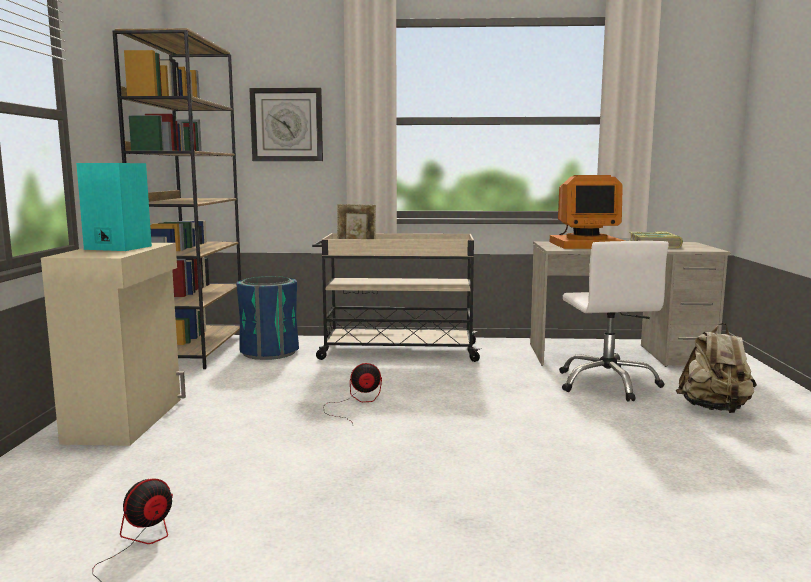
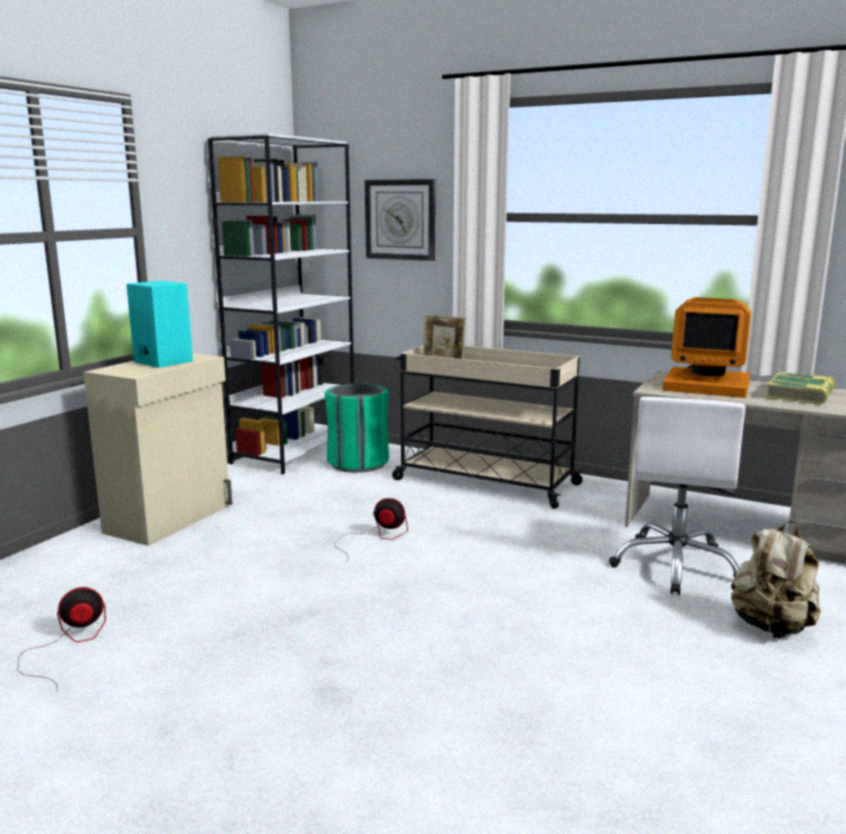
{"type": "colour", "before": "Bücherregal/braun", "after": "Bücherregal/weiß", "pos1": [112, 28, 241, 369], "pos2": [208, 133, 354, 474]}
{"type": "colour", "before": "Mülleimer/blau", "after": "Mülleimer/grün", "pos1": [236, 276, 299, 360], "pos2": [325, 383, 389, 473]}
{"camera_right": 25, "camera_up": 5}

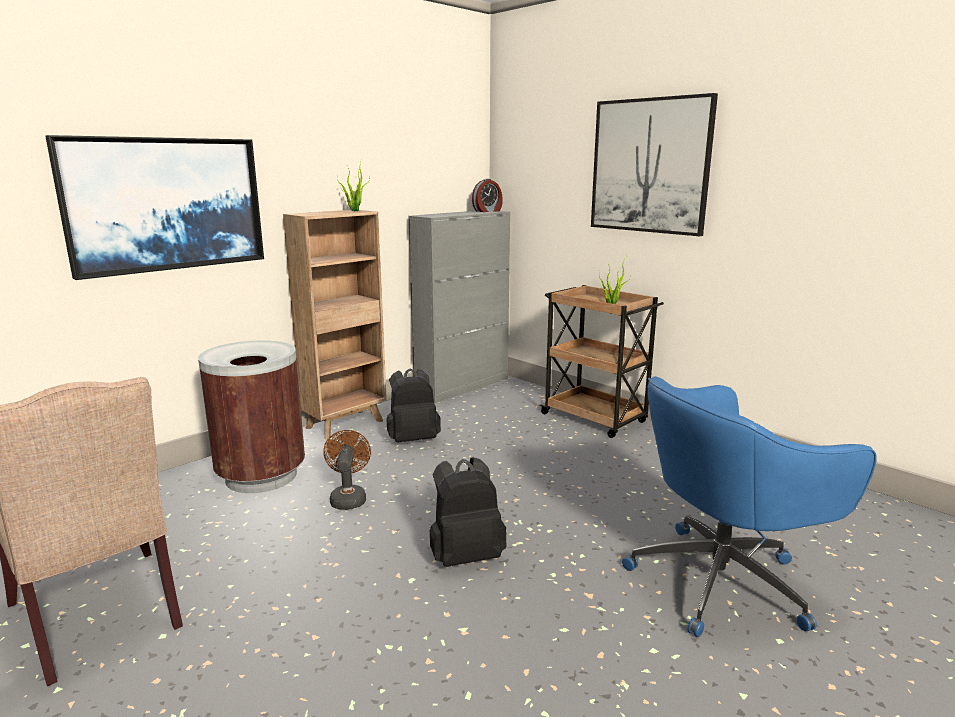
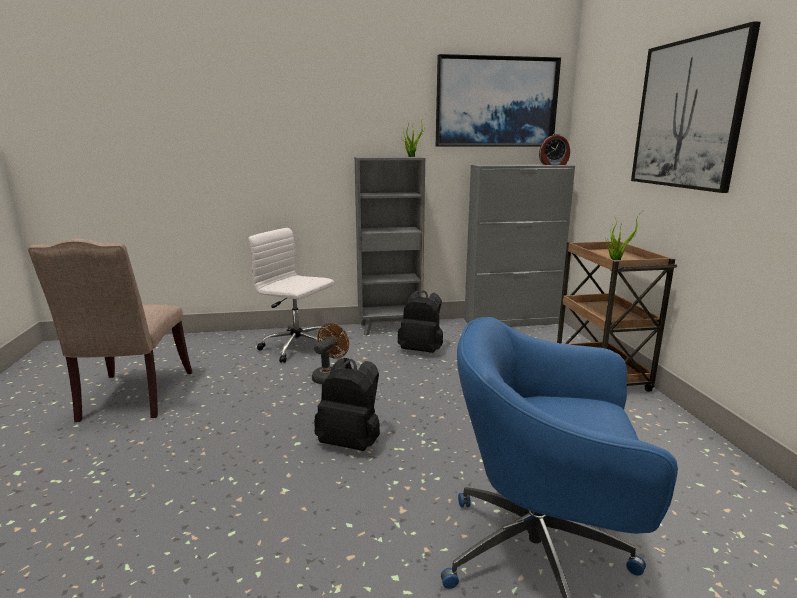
{"type": "exchanged", "before": "Mülleimer/braun", "after": "Bürostuhl/weiß", "pos1": [198, 340, 305, 493], "pos2": [249, 228, 334, 363]}
{"type": "colour", "before": "Bücherregal/braun", "after": "Bücherregal/grau", "pos1": [283, 210, 387, 440], "pos2": [355, 157, 425, 336]}
{"type": "relocated", "before": "Bild", "pos1": [45, 135, 264, 280], "pos2": [436, 54, 561, 147]}
{"camera_right": 35, "camera_up": 0}

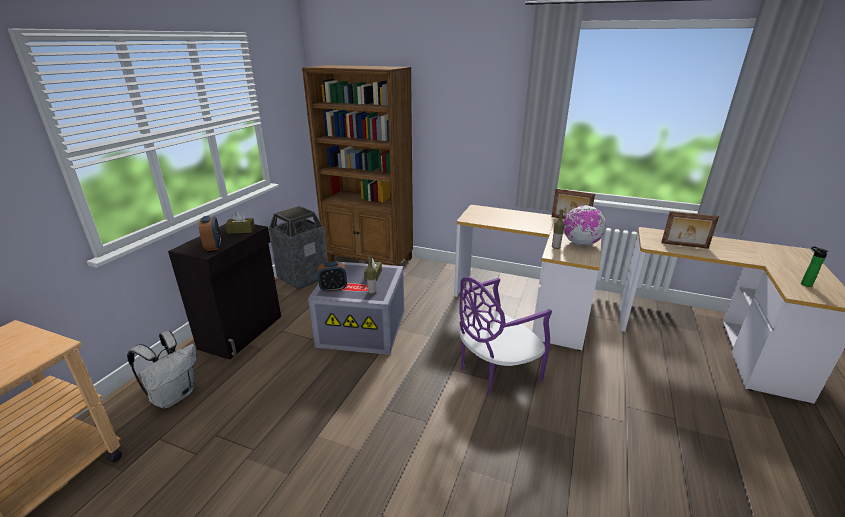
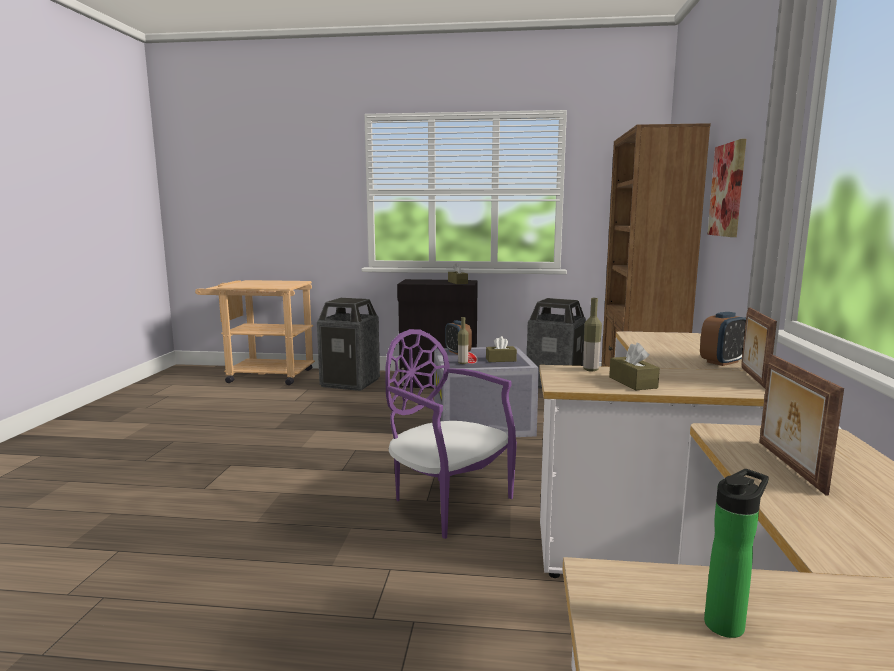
{"type": "exchanged", "before": "Rucksack/weiß", "after": "Mülleimer", "pos1": [127, 331, 196, 408], "pos2": [317, 298, 380, 391]}
{"type": "exchanged", "before": "Globus", "after": "Taschentuchbox/braun", "pos1": [564, 205, 606, 246], "pos2": [609, 342, 660, 390]}
{"type": "relocated", "before": "Wecker", "pos1": [199, 216, 221, 251], "pos2": [700, 312, 746, 366]}
{"type": "appeared", "after": "Bild", "pos2": [707, 139, 746, 237]}
{"camera_right": 75, "camera_up": -15}

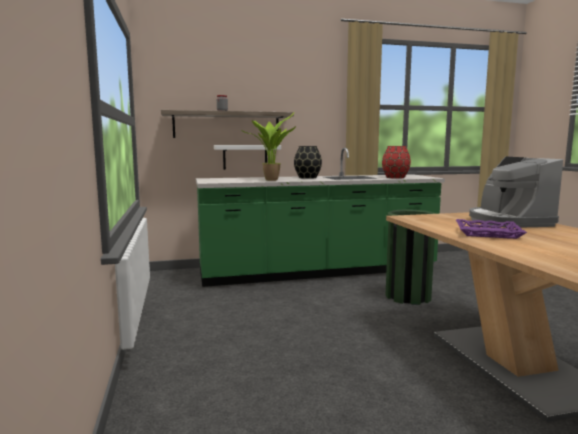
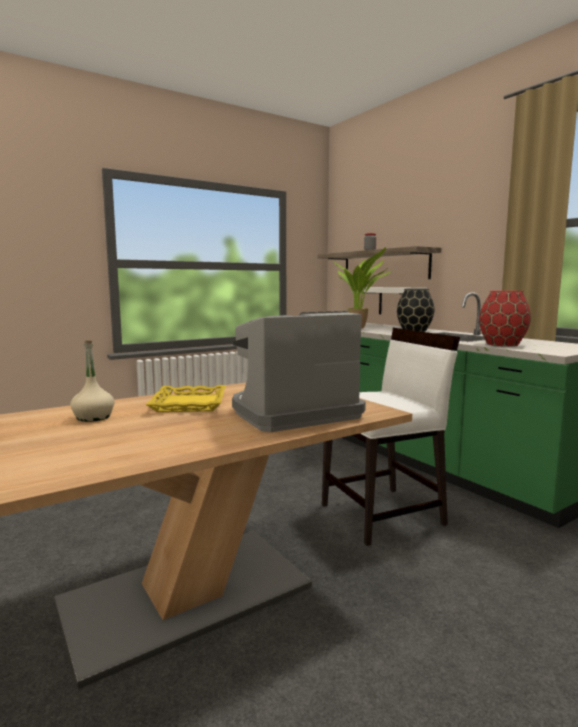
{"type": "appeared", "after": "Flasche/beige", "pos2": [70, 341, 115, 422]}
{"type": "colour", "before": "Tablett/lila", "after": "Tablett/gelb", "pos1": [456, 219, 527, 239], "pos2": [145, 385, 226, 412]}
{"type": "exchanged", "before": "Mülleimer/grün", "after": "Stuhl/weiß", "pos1": [385, 209, 436, 305], "pos2": [322, 328, 460, 546]}
{"camera_right": 70, "camera_up": 0}

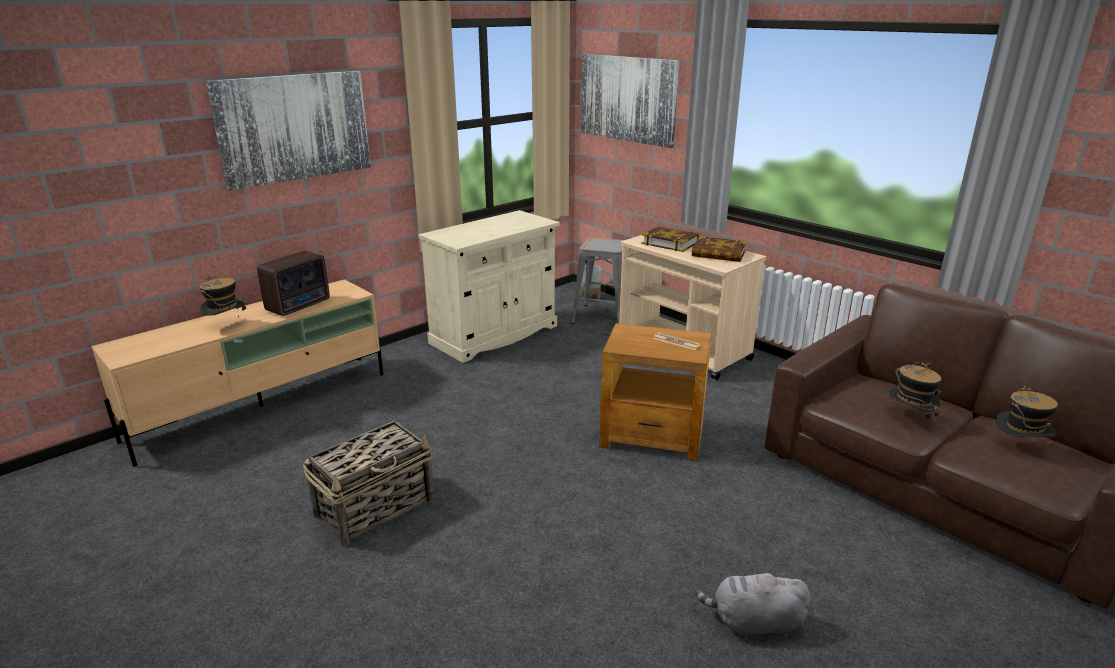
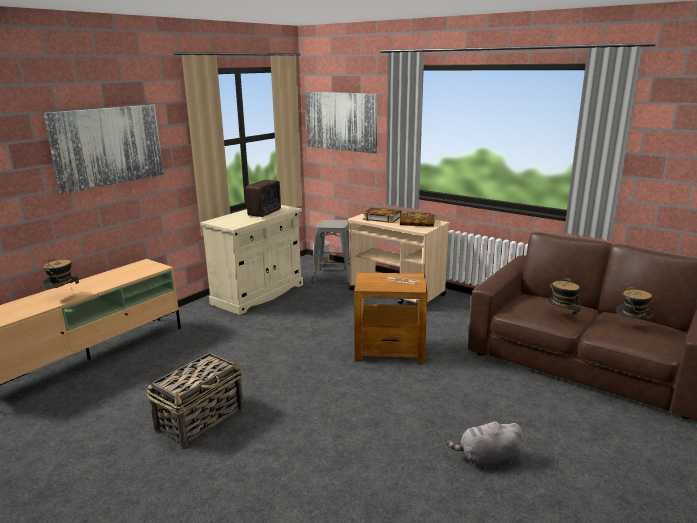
{"type": "relocated", "before": "Radio", "pos1": [257, 251, 330, 316], "pos2": [246, 180, 281, 217]}
{"camera_right": -10, "camera_up": -5}

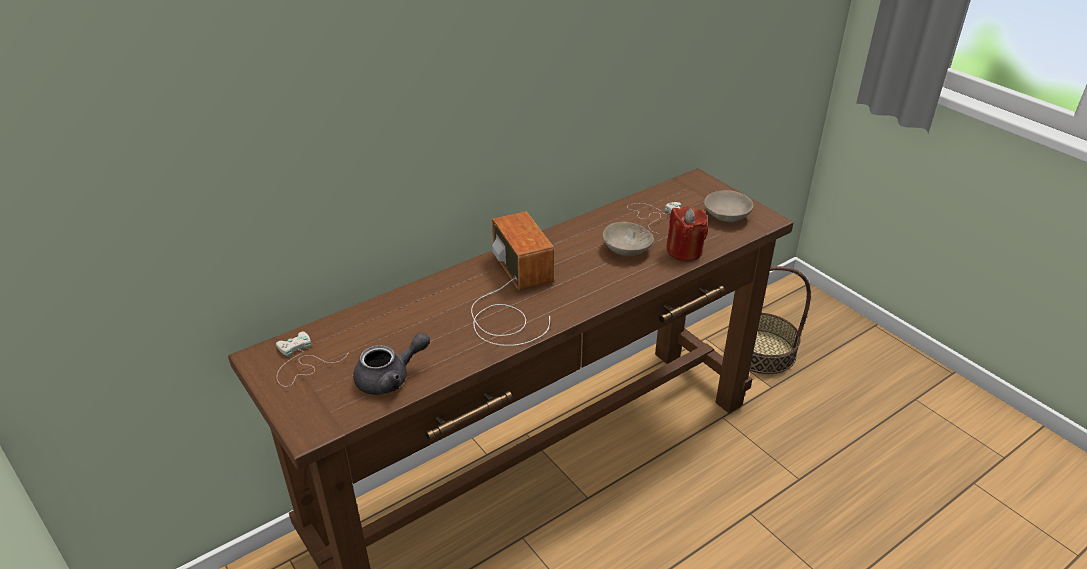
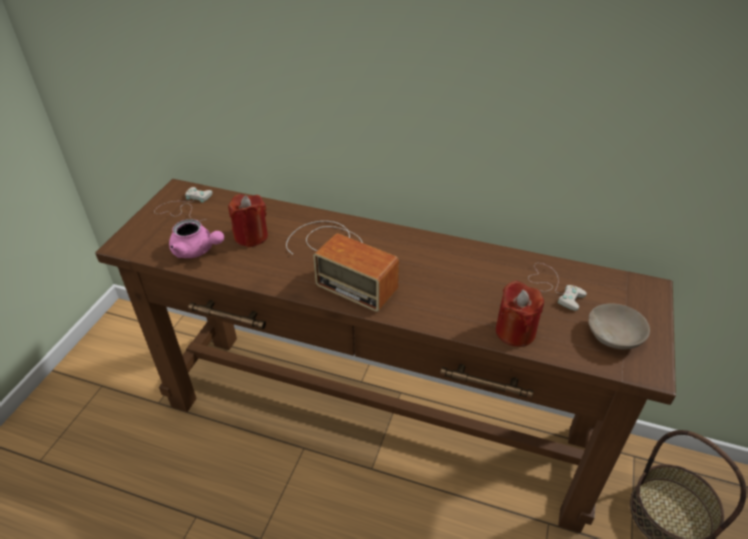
{"type": "colour", "before": "Teekanne/grau", "after": "Teekanne/rosa", "pos1": [353, 333, 430, 395], "pos2": [169, 219, 224, 258]}
{"type": "appeared", "after": "Kerze/rot", "pos2": [228, 194, 268, 247]}
{"type": "spun", "before": "Radio", "pos1": [471, 211, 554, 346], "pos2": [286, 221, 399, 312], "turn": 90}
{"type": "missing", "before": "Schüssel/beige", "pos1": [603, 222, 654, 256]}
{"camera_right": 55, "camera_up": 5}

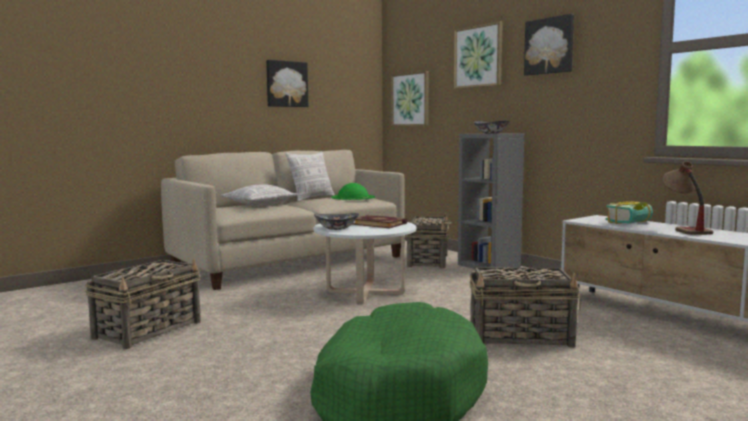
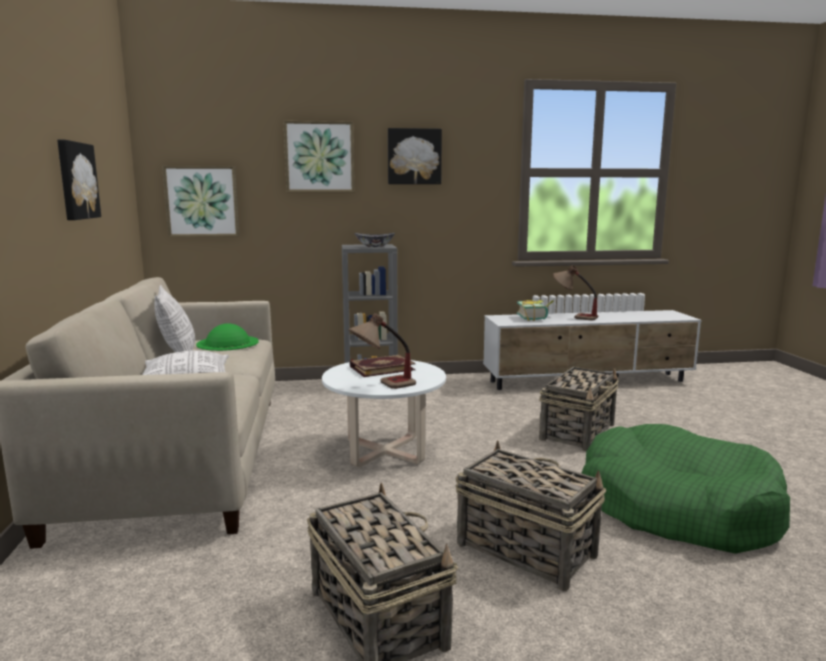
{"type": "exchanged", "before": "Schüssel", "after": "Tischlampe", "pos1": [314, 213, 359, 230], "pos2": [349, 313, 416, 389]}
{"type": "relocated", "before": "Korb", "pos1": [406, 213, 452, 268], "pos2": [456, 440, 606, 591]}
{"camera_right": -60, "camera_up": 5}

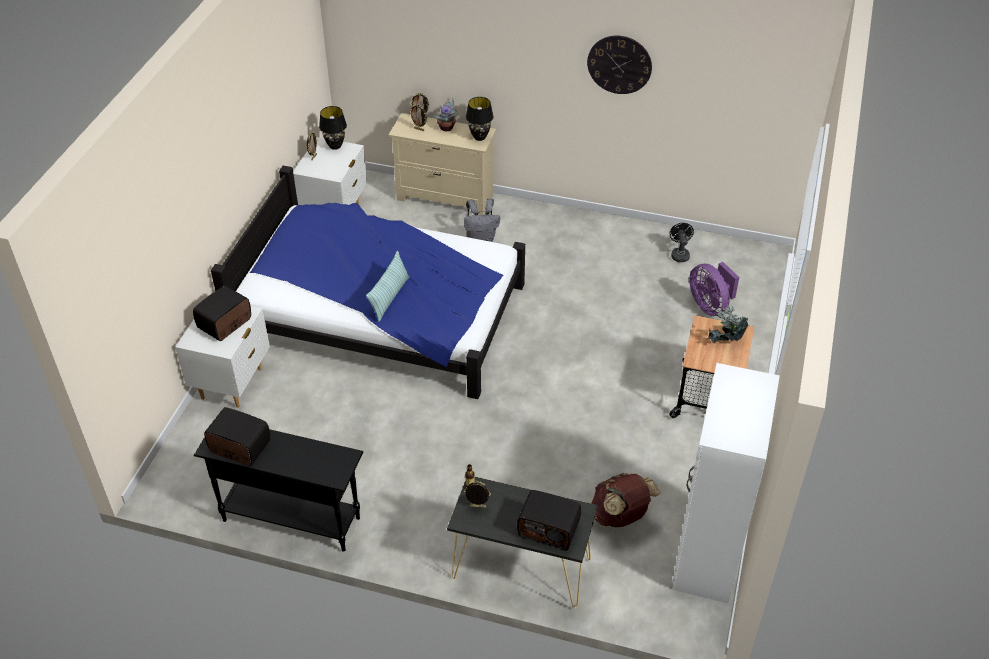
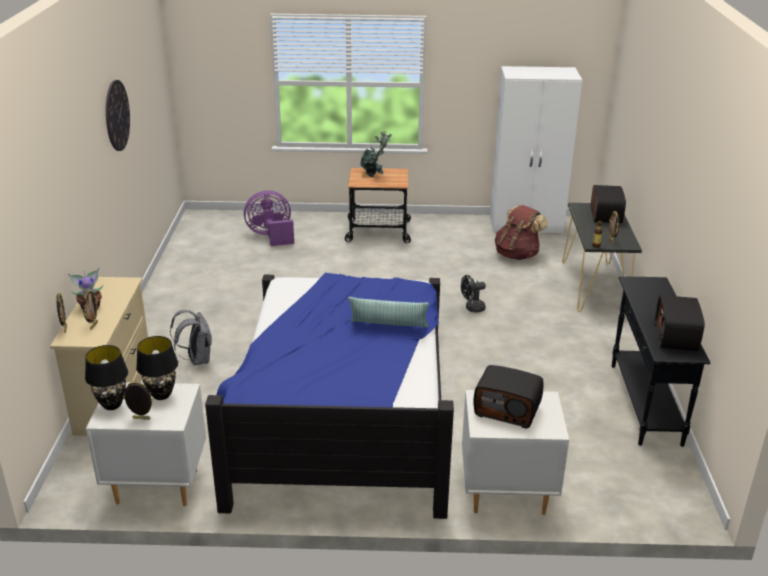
{"type": "relocated", "before": "Tischlampe/schwarz", "pos1": [466, 97, 493, 141], "pos2": [136, 336, 178, 400]}
{"type": "spun", "before": "Ventilator/lila", "pos1": [689, 262, 739, 316], "pos2": [244, 190, 294, 246], "turn": -150}
{"type": "relocated", "before": "Ventilator/schwarz", "pos1": [669, 223, 694, 262], "pos2": [461, 275, 486, 313]}
{"camera_right": -105, "camera_up": -15}

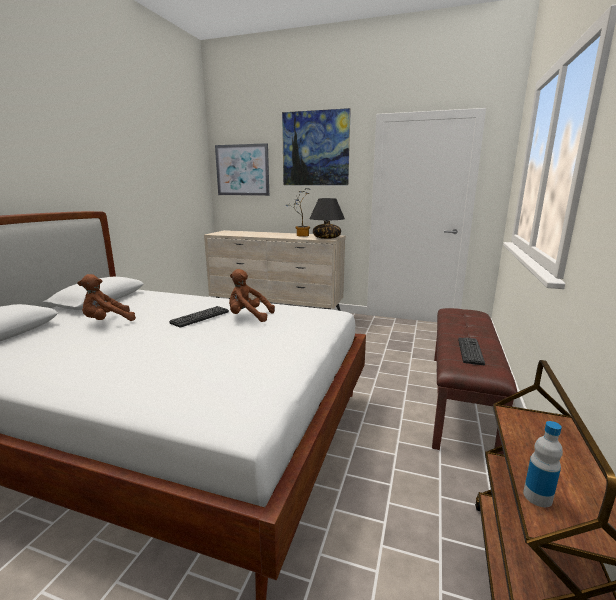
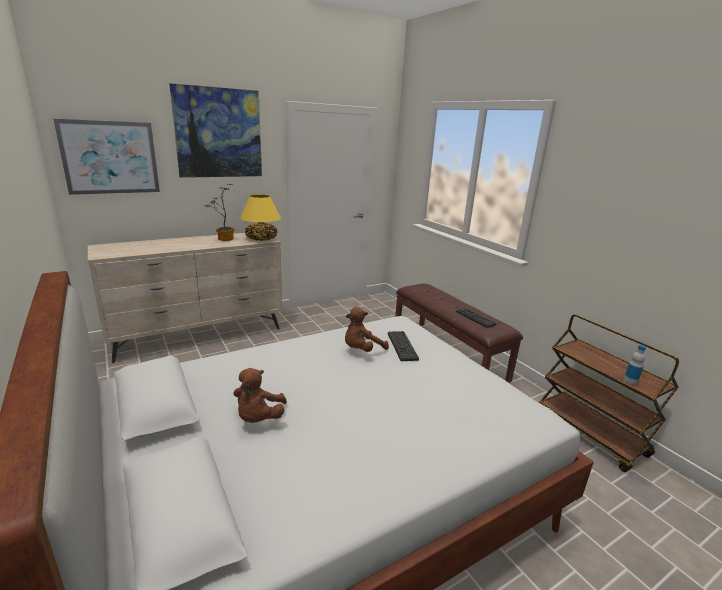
{"type": "colour", "before": "Tischlampe/schwarz", "after": "Tischlampe/gelb", "pos1": [309, 198, 345, 239], "pos2": [240, 194, 281, 241]}
{"type": "relocated", "before": "Tastatur", "pos1": [169, 306, 229, 328], "pos2": [388, 331, 419, 361]}
{"camera_right": -50, "camera_up": 5}

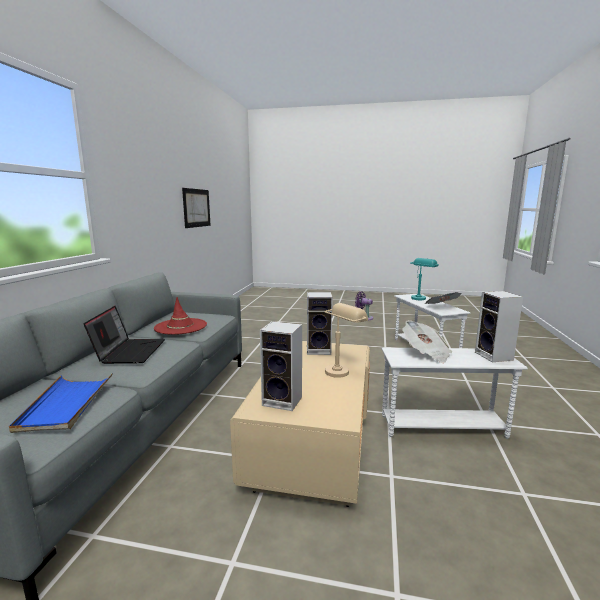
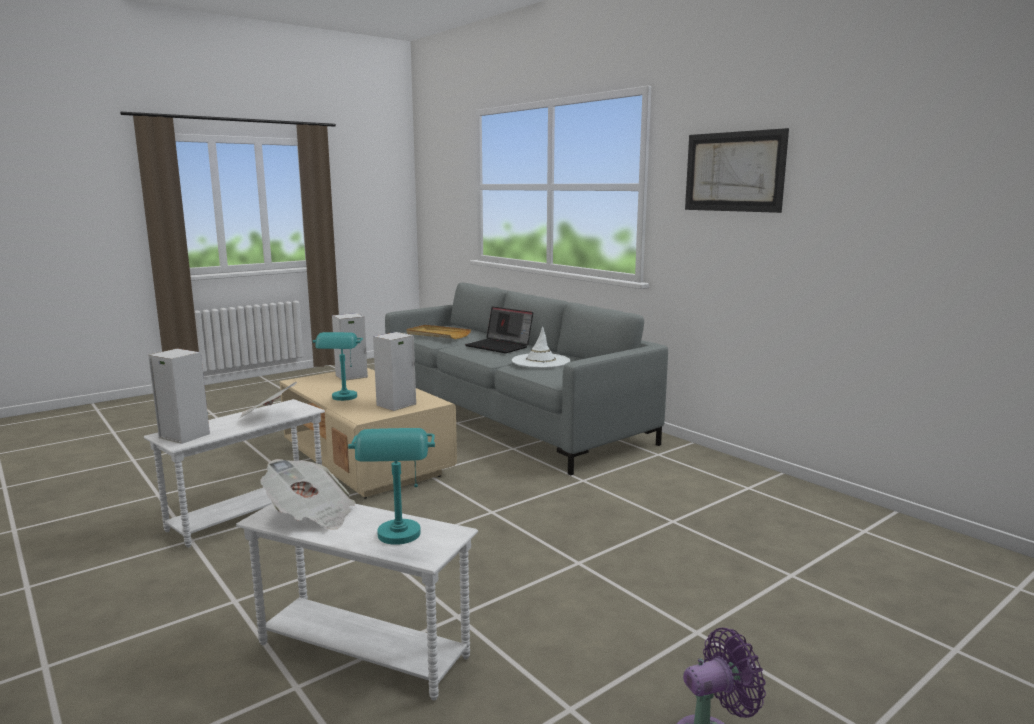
{"type": "colour", "before": "Tischlampe/beige", "after": "Tischlampe/türkis", "pos1": [324, 303, 368, 378], "pos2": [313, 332, 363, 401]}
{"type": "colour", "before": "Tablett/blau", "after": "Tablett/beige", "pos1": [9, 373, 113, 433], "pos2": [406, 325, 471, 339]}
{"type": "colour", "before": "Hut/rot", "after": "Hut/weiß", "pos1": [154, 297, 207, 335], "pos2": [512, 326, 570, 368]}
{"type": "relocated", "before": "Bild", "pos1": [182, 188, 211, 228], "pos2": [685, 128, 789, 213]}
{"camera_right": 130, "camera_up": 0}

